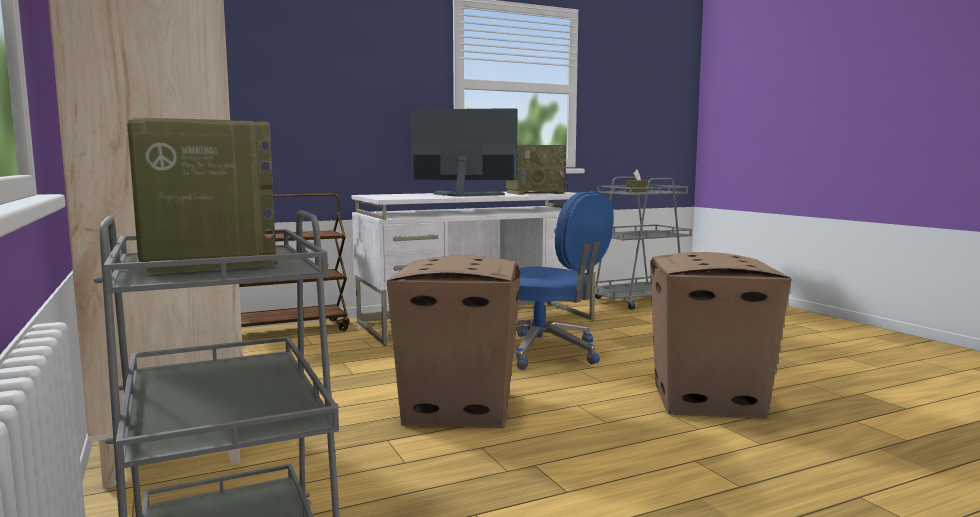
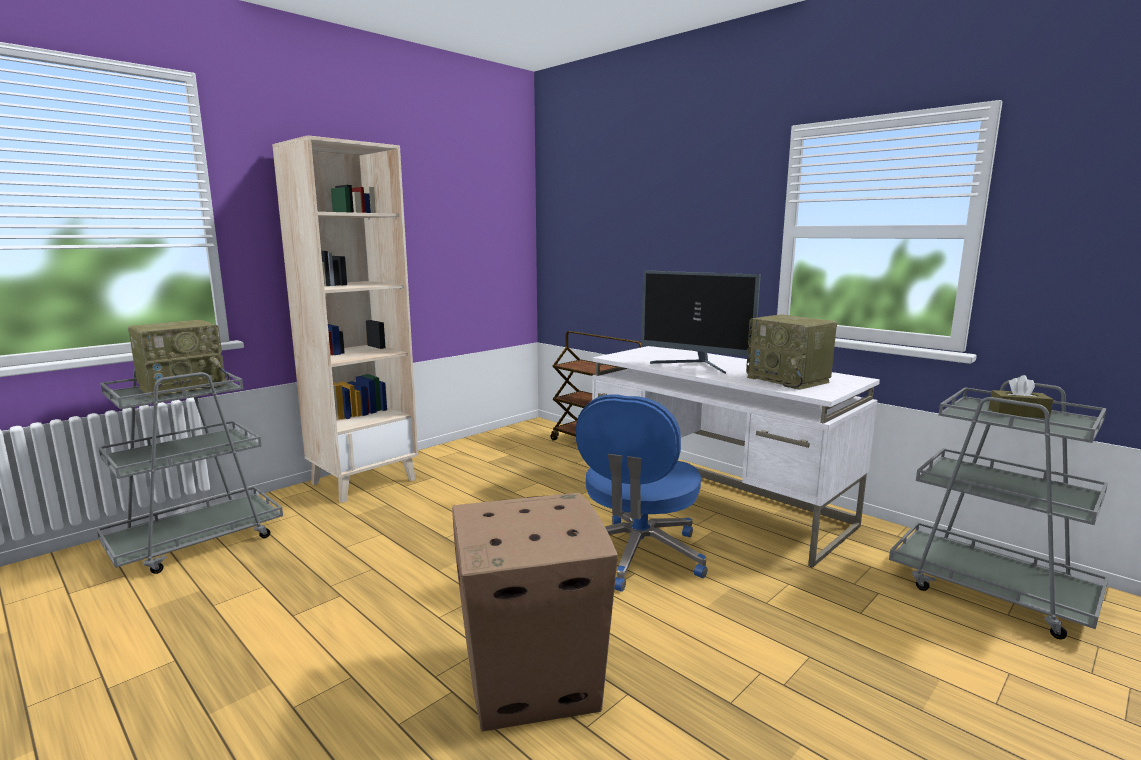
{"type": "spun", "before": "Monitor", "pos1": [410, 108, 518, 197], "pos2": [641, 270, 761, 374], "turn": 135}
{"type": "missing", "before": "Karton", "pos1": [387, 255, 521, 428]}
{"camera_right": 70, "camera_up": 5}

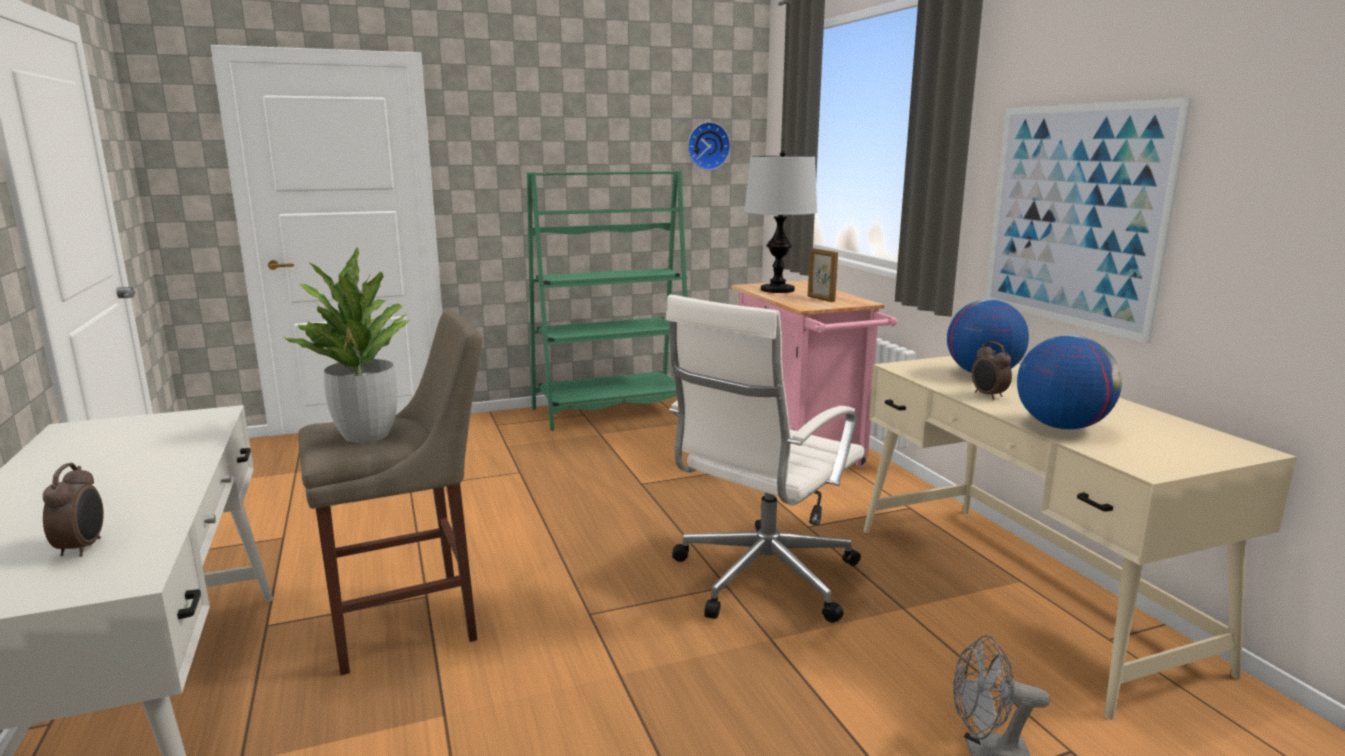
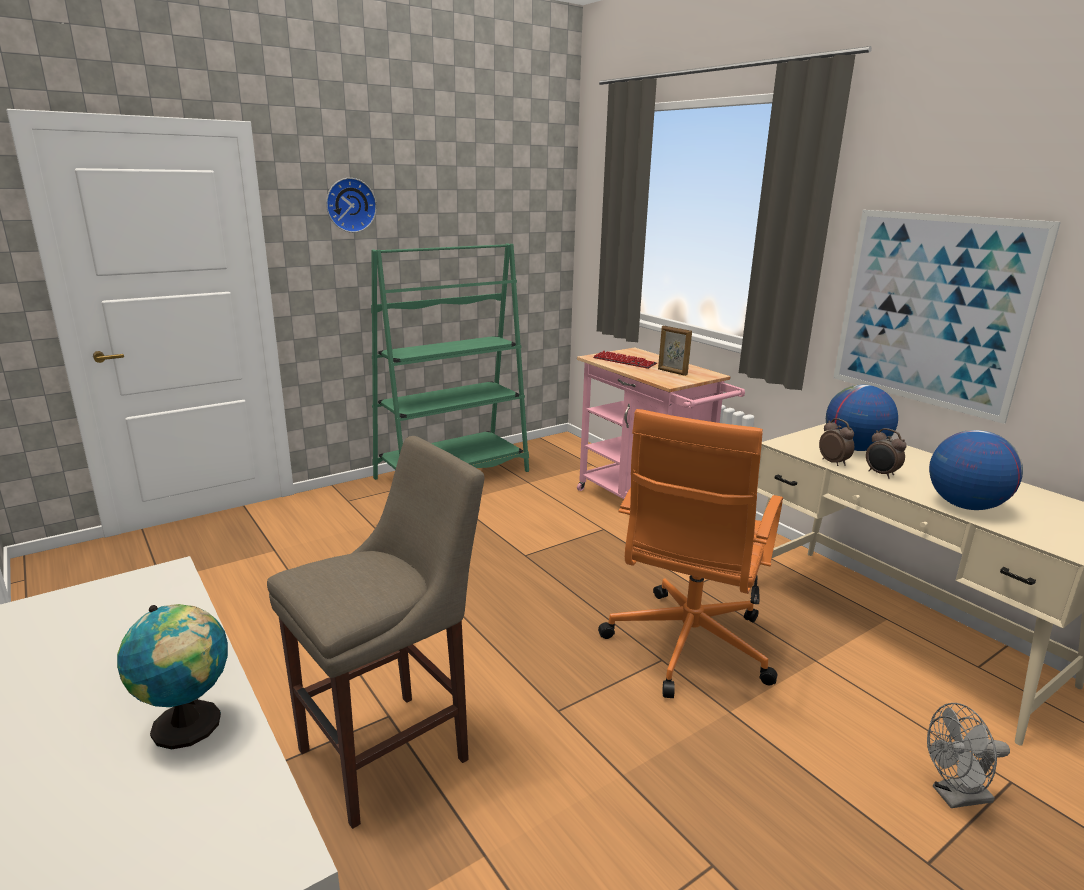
{"type": "appeared", "after": "Globus", "pos2": [117, 604, 228, 749]}
{"type": "relocated", "before": "Wanduhr", "pos1": [687, 122, 731, 170], "pos2": [326, 178, 377, 233]}
{"type": "exchanged", "before": "Tischlampe", "after": "Tastatur", "pos1": [744, 151, 817, 293], "pos2": [593, 351, 657, 369]}
{"type": "colour", "before": "Bürostuhl/weiß", "after": "Bürostuhl/orange", "pos1": [665, 294, 864, 623], "pos2": [598, 409, 783, 698]}
{"type": "relocated", "before": "Wecker", "pos1": [43, 463, 104, 557], "pos2": [819, 418, 854, 466]}
{"type": "missing", "before": "Topfpflanze", "pos1": [283, 246, 409, 443]}
{"camera_right": -15, "camera_up": 5}

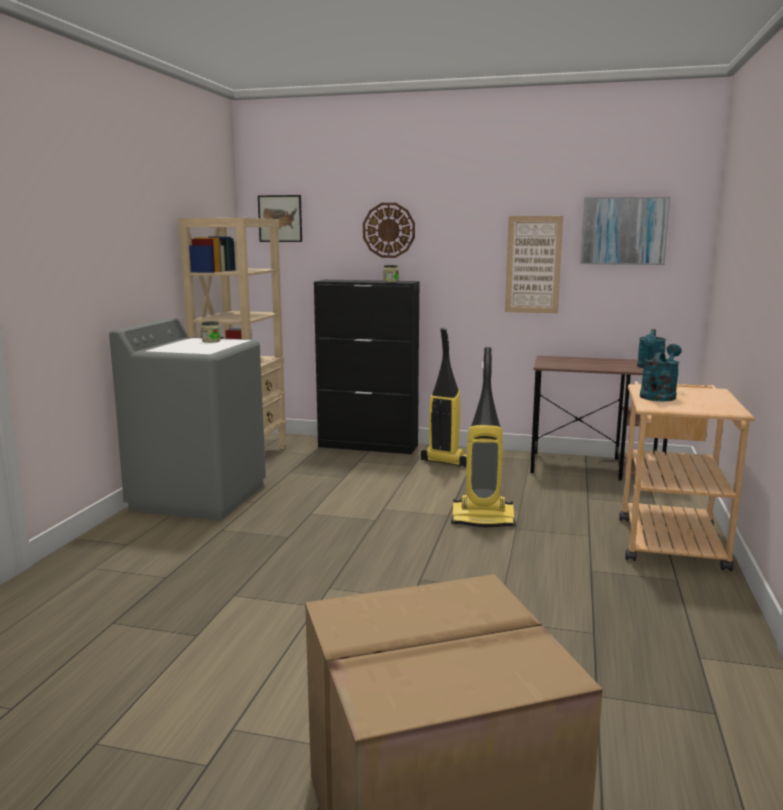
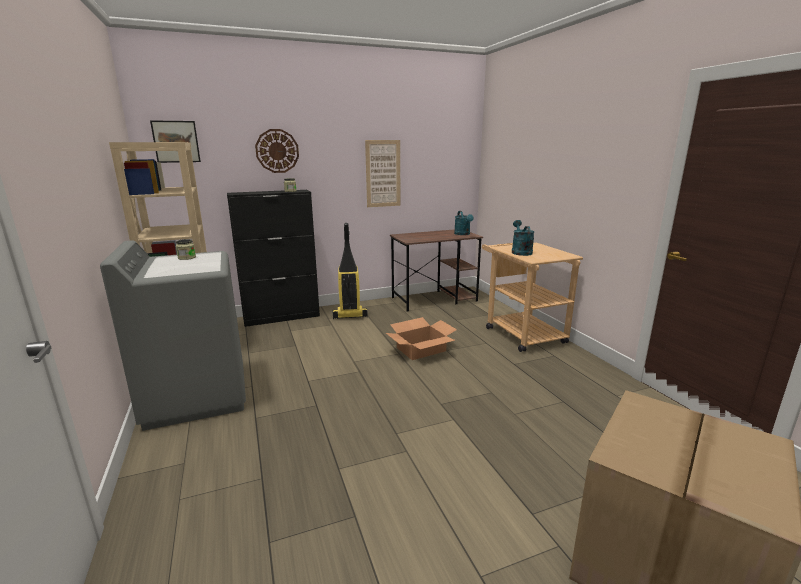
{"type": "exchanged", "before": "Staubsauger", "after": "Karton", "pos1": [451, 347, 516, 528], "pos2": [386, 317, 457, 360]}
{"type": "missing", "before": "Bild", "pos1": [580, 197, 671, 265]}
{"camera_right": -35, "camera_up": 5}

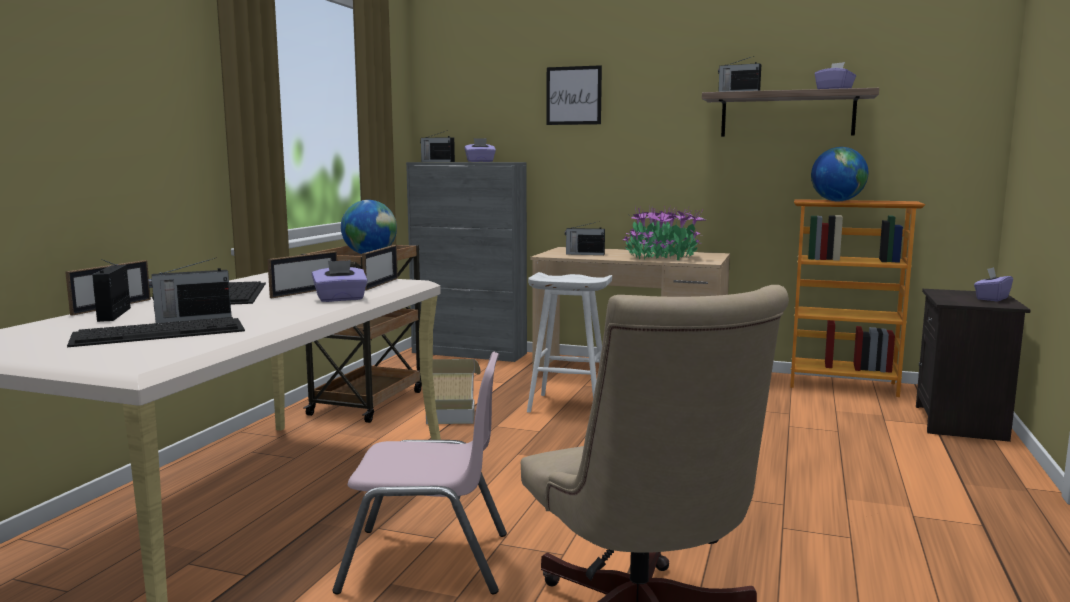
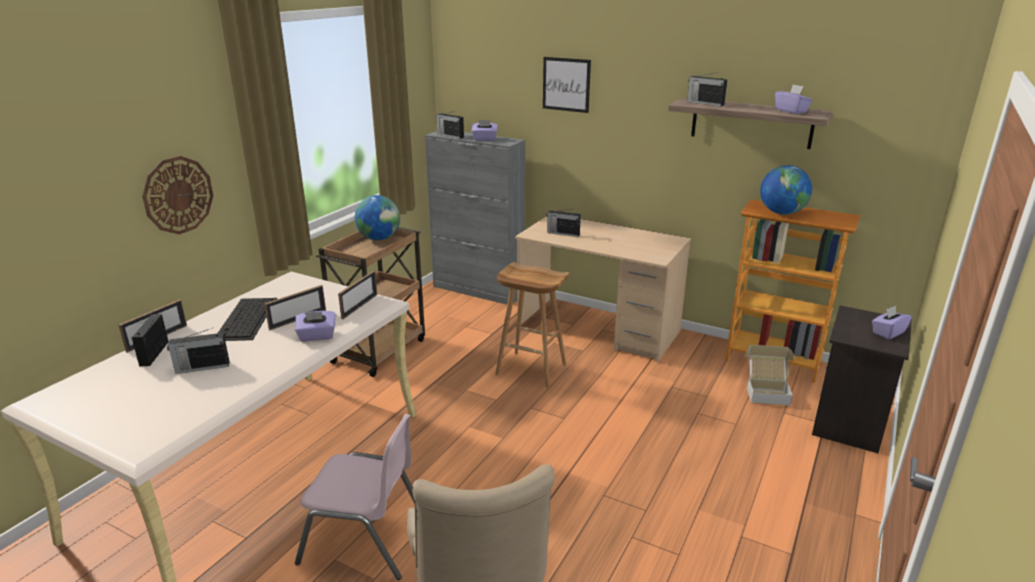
{"type": "appeared", "after": "Wanduhr", "pos2": [142, 156, 213, 234]}
{"type": "colour", "before": "Hocker/weiß", "after": "Hocker/braun", "pos1": [527, 272, 612, 413], "pos2": [496, 262, 569, 388]}
{"type": "relocated", "before": "Karton", "pos1": [426, 359, 481, 424], "pos2": [745, 345, 794, 406]}
{"type": "missing", "before": "Tastatur", "pos1": [67, 317, 245, 347]}
{"type": "missing", "before": "Topfpflanze", "pos1": [623, 206, 707, 260]}
{"camera_right": 10, "camera_up": 15}

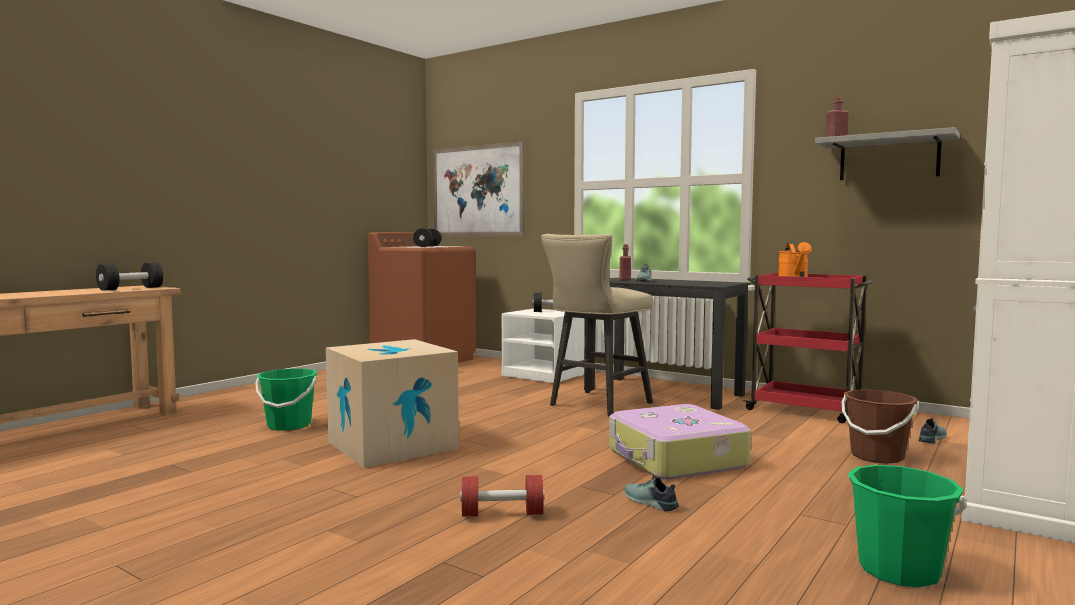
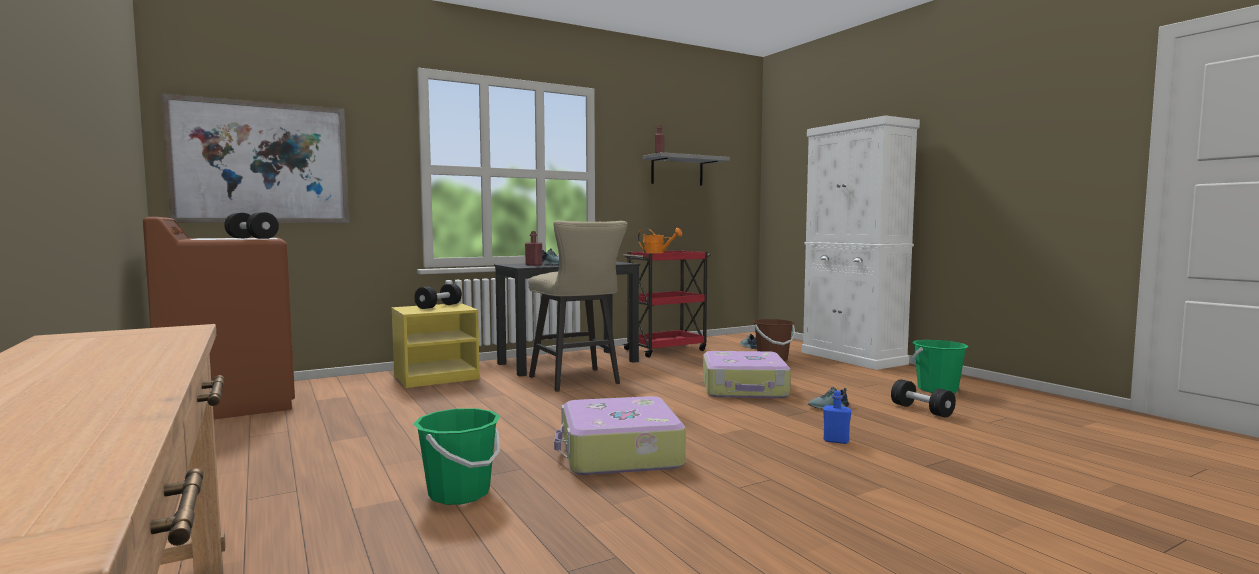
{"type": "colour", "before": "Nachttisch/weiß", "after": "Nachttisch/gelb", "pos1": [501, 309, 585, 383], "pos2": [391, 303, 480, 388]}
{"type": "exchanged", "before": "Karton", "after": "Koffer", "pos1": [326, 339, 459, 468], "pos2": [554, 396, 686, 475]}
{"type": "exchanged", "before": "Hantel/rot", "after": "Flasche/blau", "pos1": [460, 475, 545, 517], "pos2": [823, 391, 852, 444]}
{"type": "relocated", "before": "Hantel/schwarz", "pos1": [96, 263, 164, 291], "pos2": [891, 379, 956, 418]}
{"camera_right": -65, "camera_up": 0}

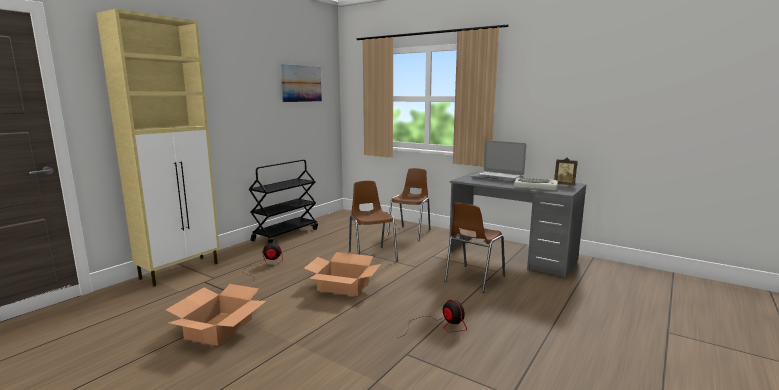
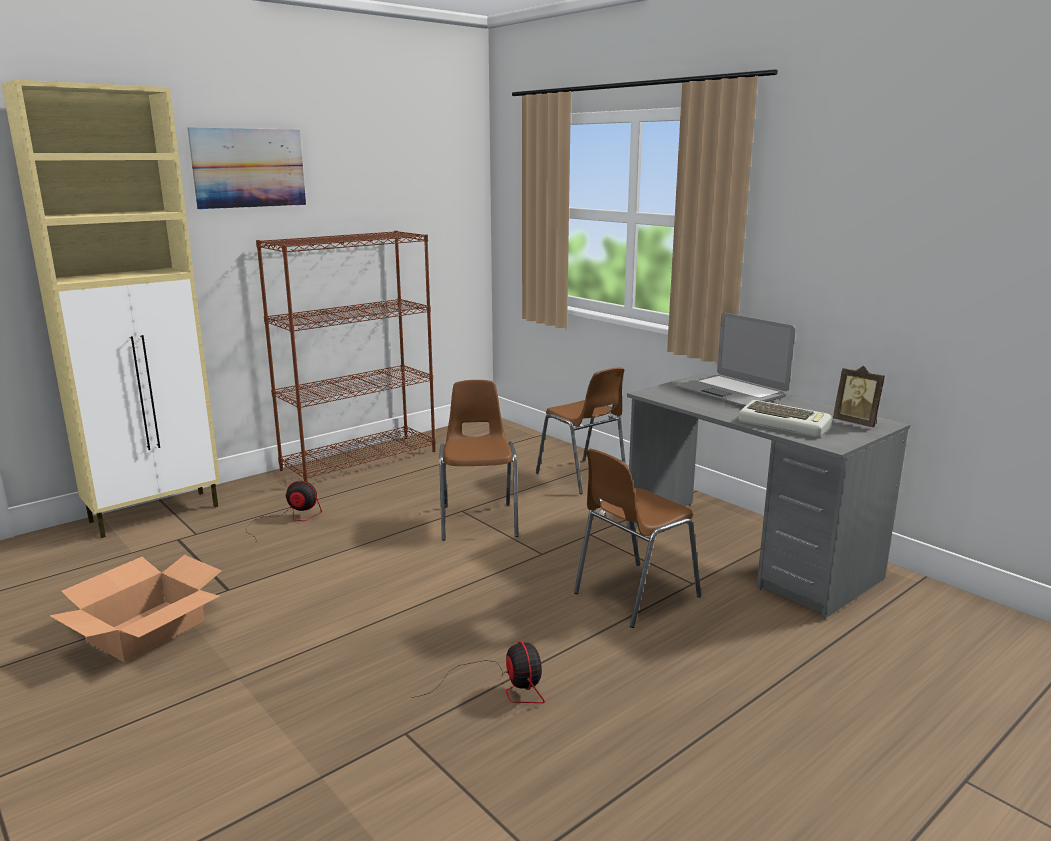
{"type": "relocated", "before": "Bild", "pos1": [281, 64, 322, 102], "pos2": [187, 127, 306, 209]}
{"type": "exchanged", "before": "Rollwagen/schwarz", "after": "Bücherregal/braun", "pos1": [249, 160, 318, 244], "pos2": [256, 231, 436, 482]}
{"type": "spun", "before": "Stuhl/braun", "pos1": [387, 168, 431, 240], "pos2": [536, 367, 626, 494], "turn": 105}
{"type": "missing", "before": "Karton", "pos1": [304, 252, 381, 296]}
{"camera_right": 15, "camera_up": 5}

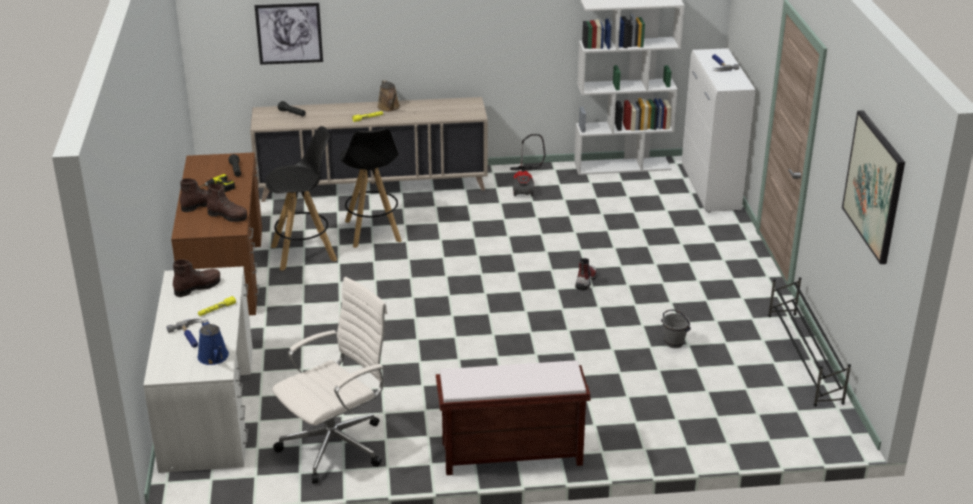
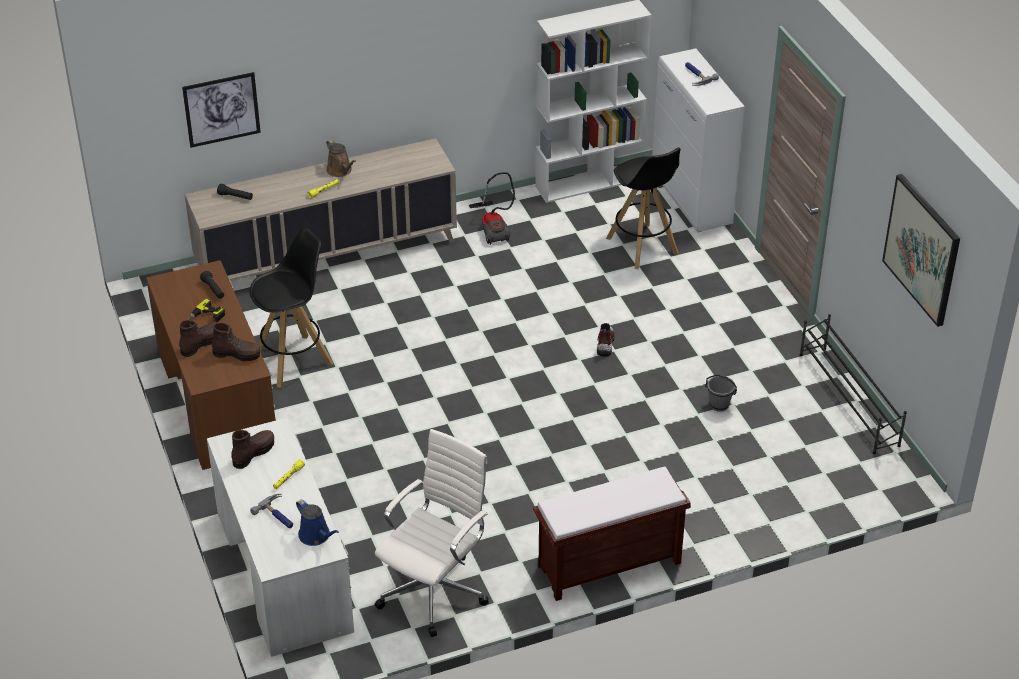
{"type": "relocated", "before": "Hocker/schwarz", "pos1": [340, 128, 402, 248], "pos2": [606, 148, 680, 269]}
{"camera_right": -15, "camera_up": 10}

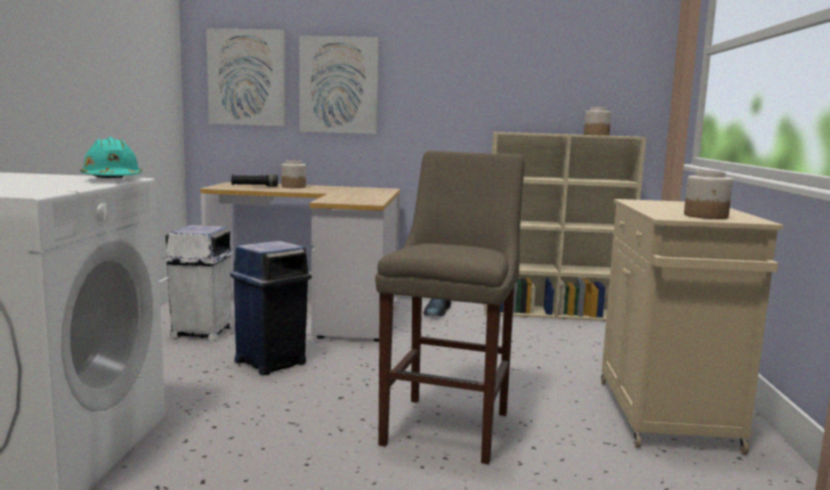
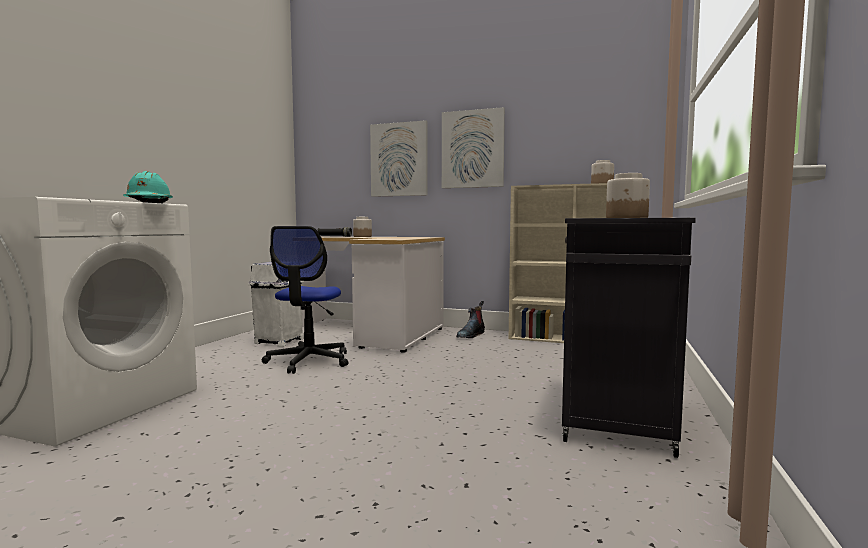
{"type": "exchanged", "before": "Mülleimer/blau", "after": "Bürostuhl", "pos1": [230, 241, 312, 375], "pos2": [262, 226, 349, 374]}
{"type": "relocated", "before": "Bild", "pos1": [206, 28, 286, 126], "pos2": [442, 107, 505, 188]}
{"type": "colour", "before": "Schrank/beige", "after": "Schrank/schwarz", "pos1": [601, 199, 783, 455], "pos2": [562, 218, 696, 458]}
{"type": "missing", "before": "Hocker/beige", "pos1": [375, 151, 525, 464]}
{"camera_right": 15, "camera_up": -5}

